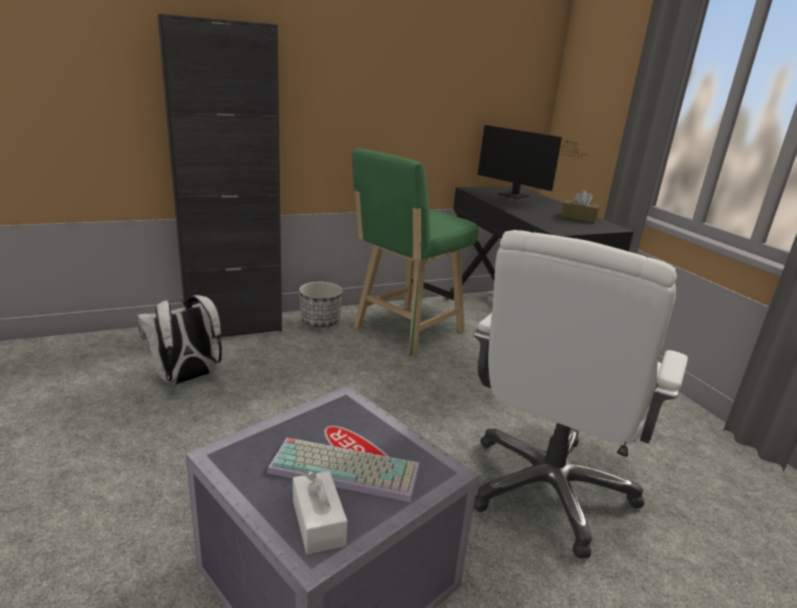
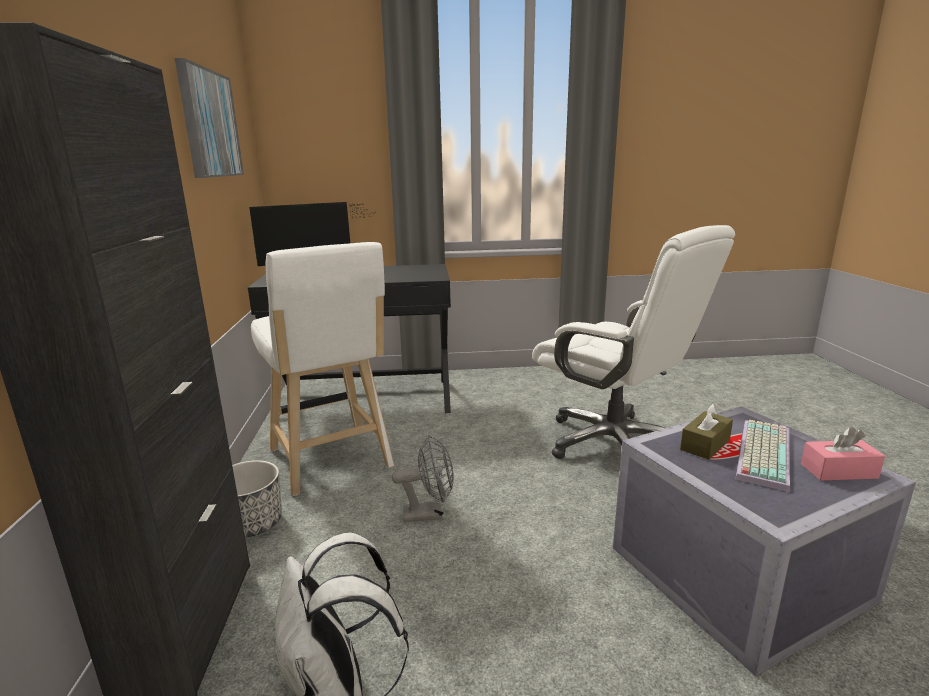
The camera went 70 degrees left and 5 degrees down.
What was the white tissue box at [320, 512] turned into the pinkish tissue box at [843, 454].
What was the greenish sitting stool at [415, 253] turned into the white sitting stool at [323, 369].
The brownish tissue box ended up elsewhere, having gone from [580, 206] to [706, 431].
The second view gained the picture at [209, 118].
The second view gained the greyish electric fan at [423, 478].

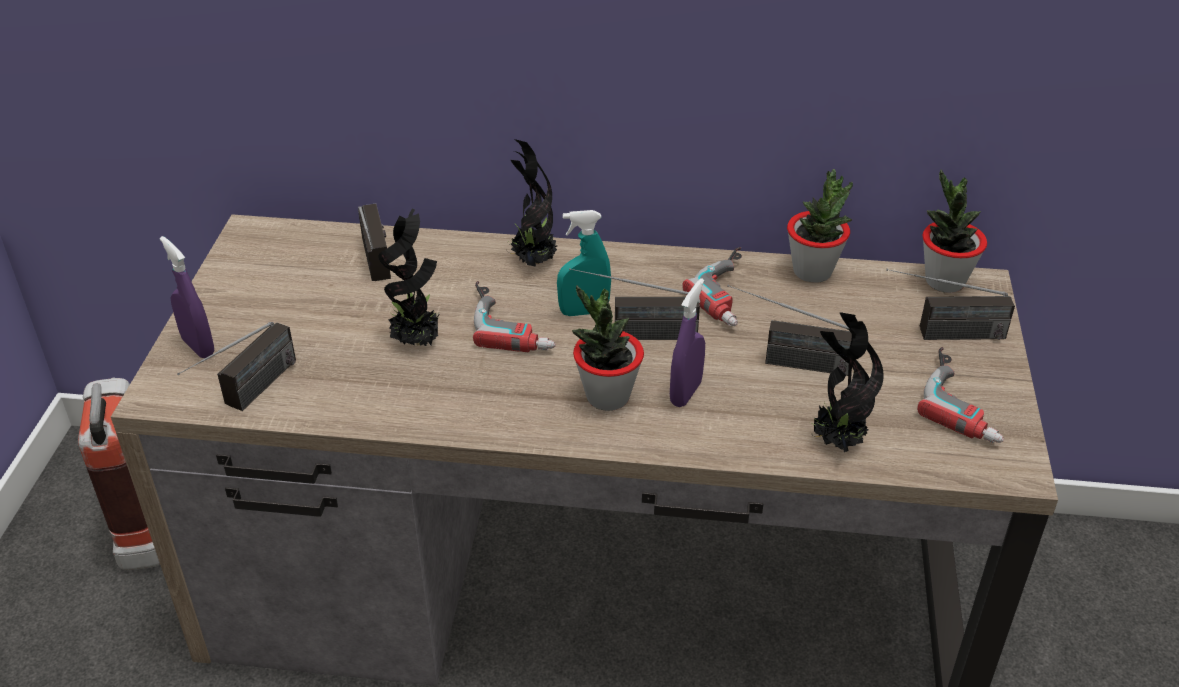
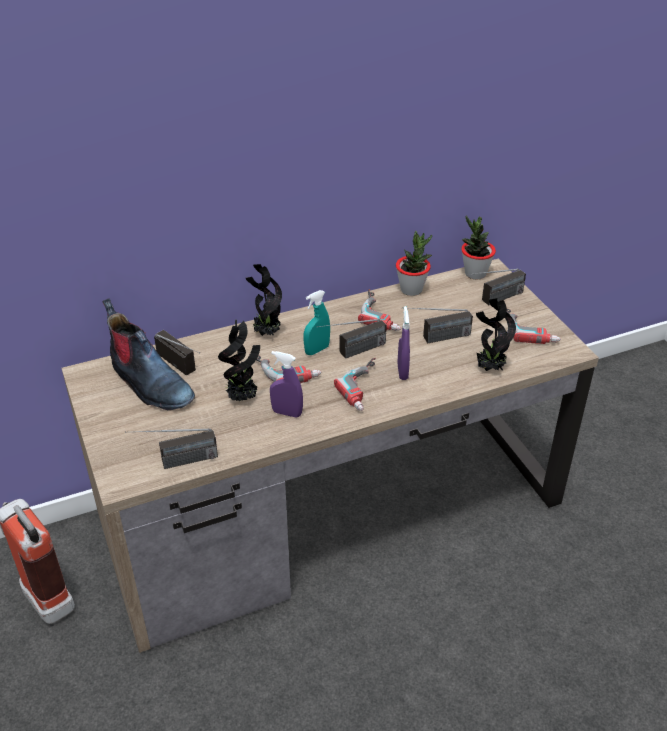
The camera went 30 degrees left and 0 degrees up.
The purple hand sprayer ended up elsewhere, having gone from [187, 297] to [286, 384].
The radio at [236, 366] ended up facing another way, 75 degrees clockwise from before.
Where the potted plant stood at [608, 348], the electric drill came to stand at [355, 384].
The second view gained the tall boot at [149, 354].

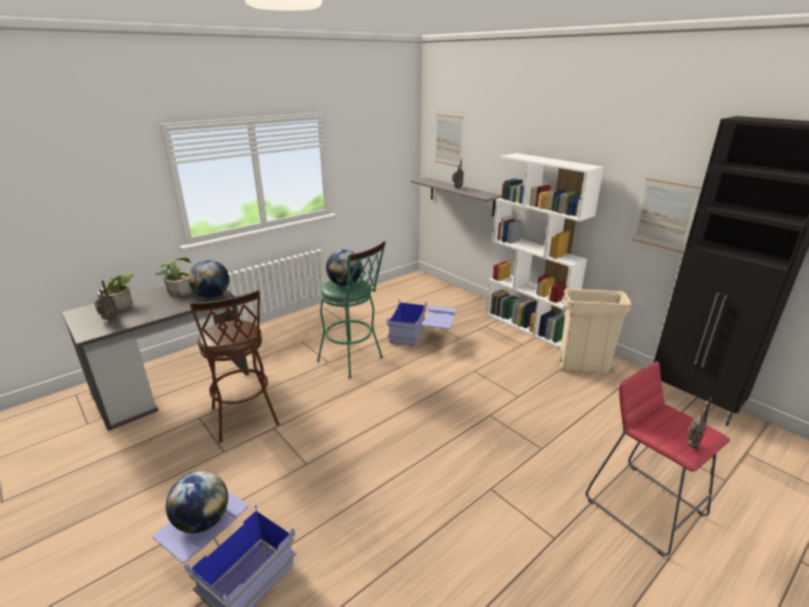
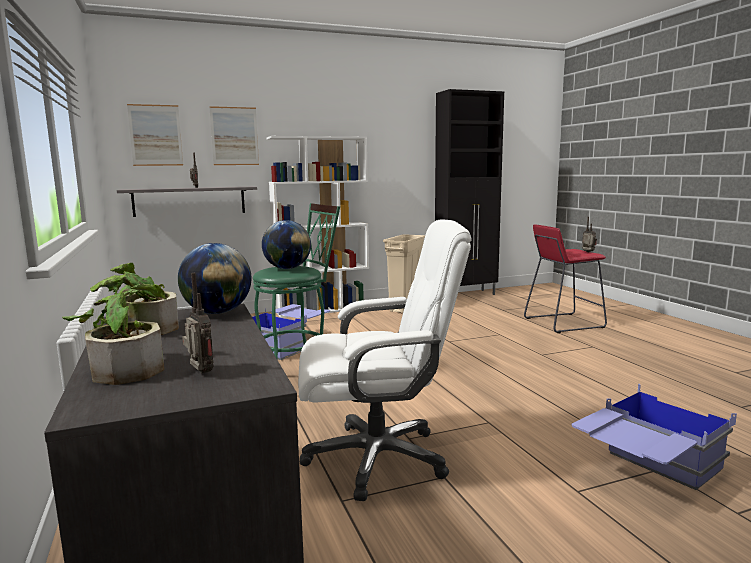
The camera went 70 degrees left and 15 degrees down.
The second view lost the globe at [197, 502].
Where the brownish sitting stool stood at [234, 366], the white office chair came to stand at [384, 360].
The picture ended up elsewhere, having gone from [666, 215] to [234, 135].

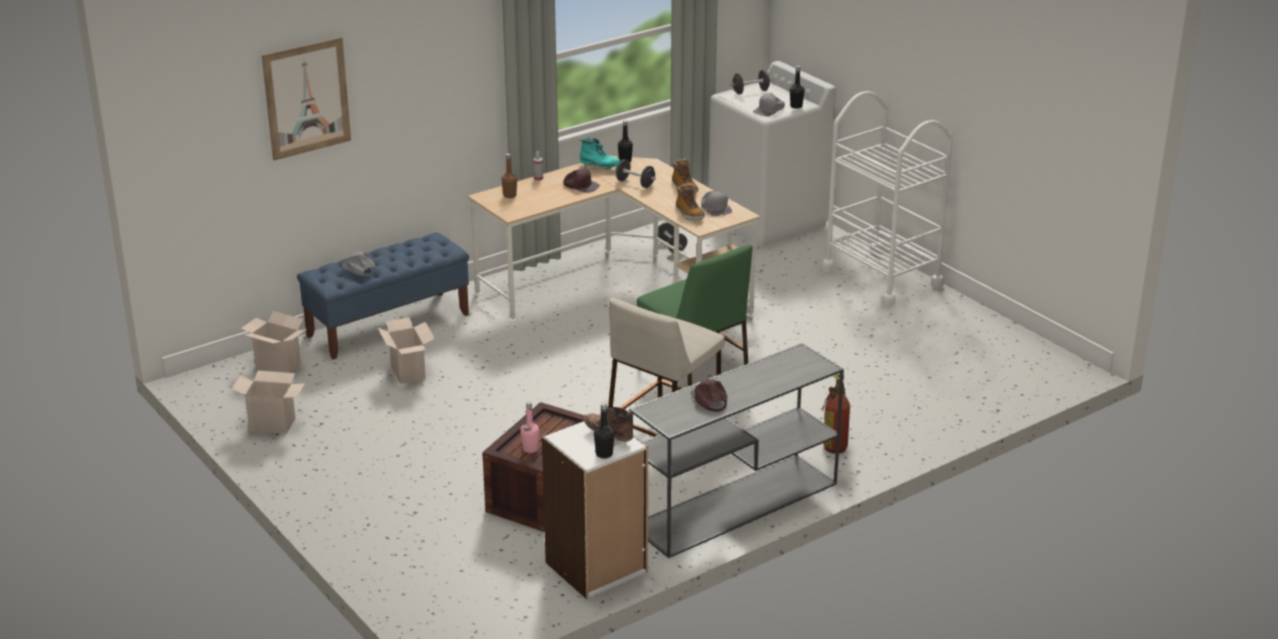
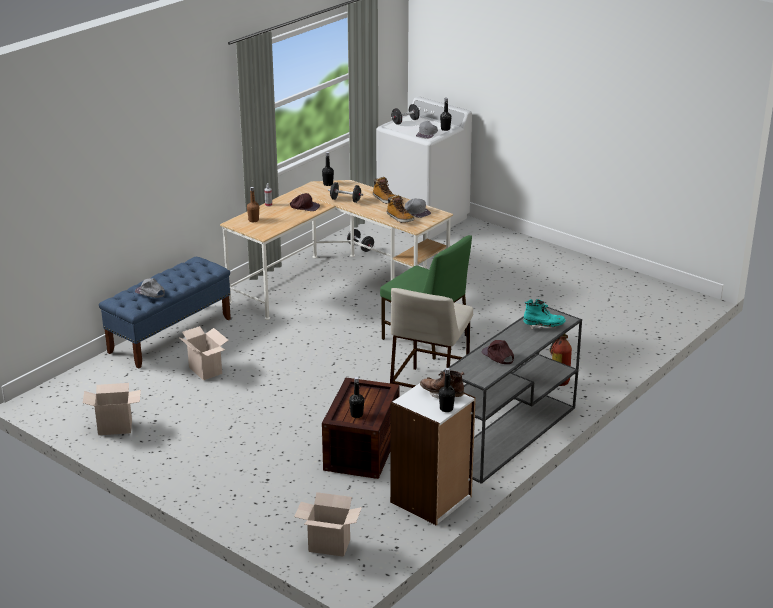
The camera went 15 degrees left and 0 degrees up.
The carton ended up elsewhere, having gone from [274, 342] to [328, 524].
The second view lost the picture at [306, 99].
What was the pinkish bottle at [529, 427] turned into the blackish bottle at [356, 397].
The turquoise-coloured tall boot ended up elsewhere, having gone from [600, 154] to [545, 314].
The second view lost the white trolley at [887, 199].

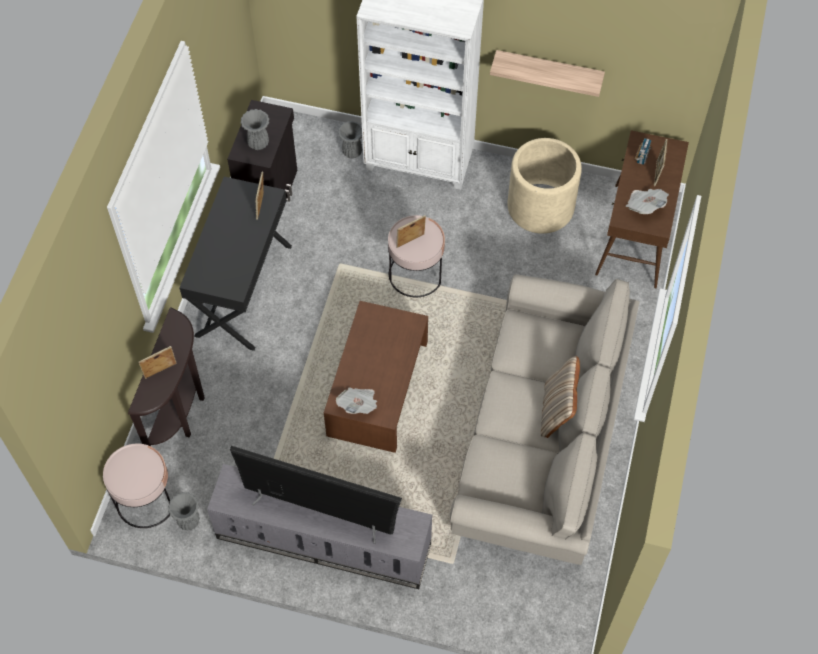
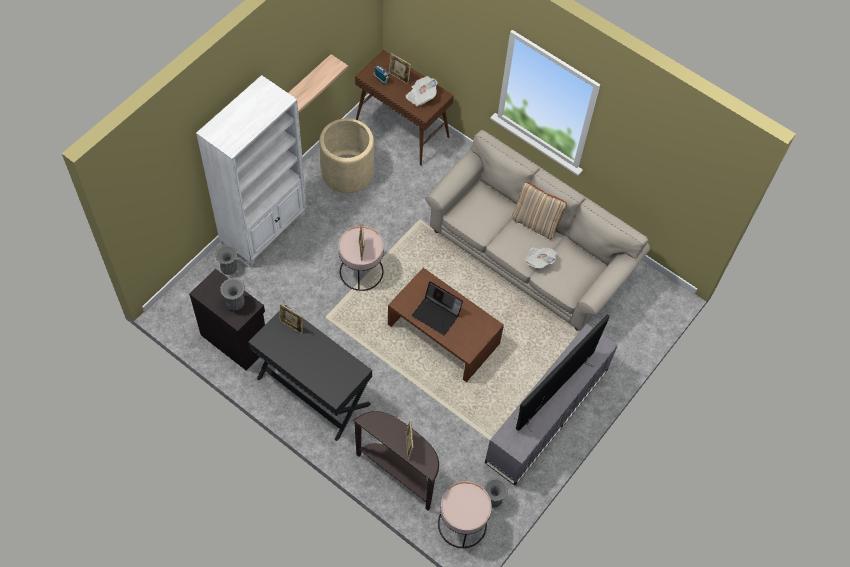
The camera went 70 degrees left and 0 degrees up.
The newspaper ended up elsewhere, having gone from [356, 401] to [540, 257].
The second view gained the laptop at [437, 308].

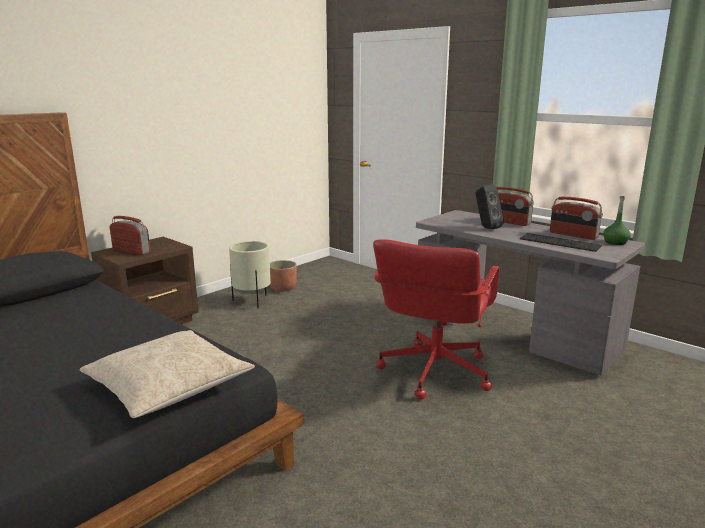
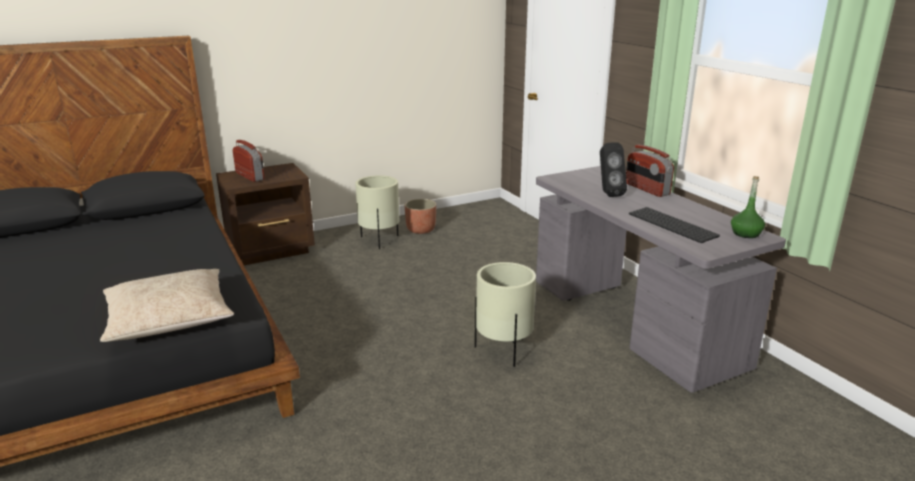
The camera went 20 degrees right and 5 degrees up.
Where the red-coloured office chair stood at [436, 319], the beige-coloured planter came to stand at [505, 314].
The second view lost the radio at [576, 218].

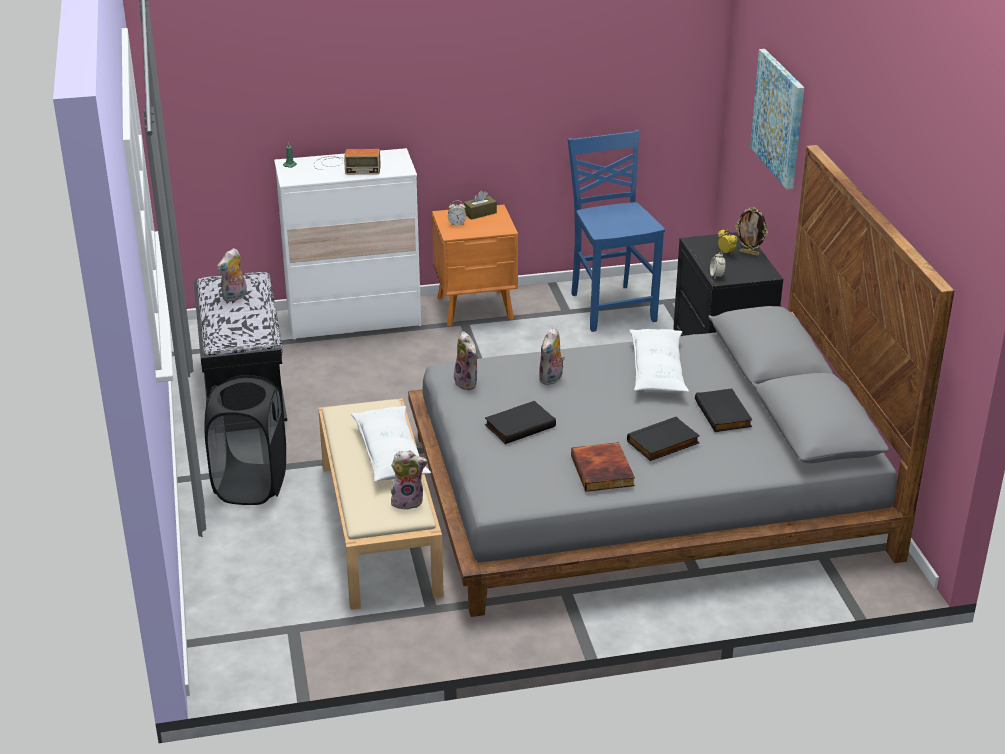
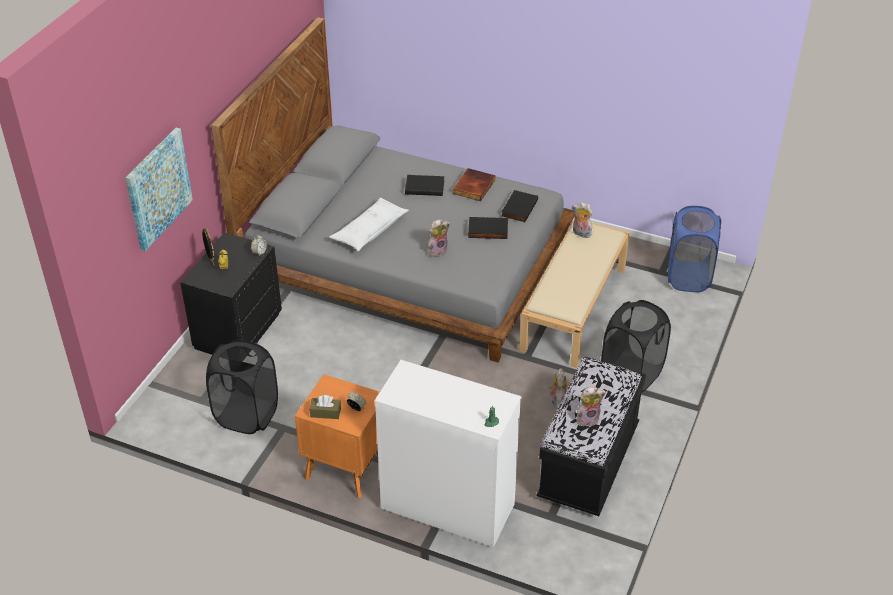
The camera went 145 degrees left and 10 degrees up.
The second view lost the radio at [347, 162].
The second view lost the white pillow at [391, 444].
The cuddly toy ended up elsewhere, having gone from [466, 360] to [558, 388].
Where the blue plain chair stood at [616, 231], the blackish washing basket came to stand at [242, 387].
The blackish book ended up elsewhere, having gone from [724, 410] to [519, 206].
The second view gained the blue washing basket at [694, 249].

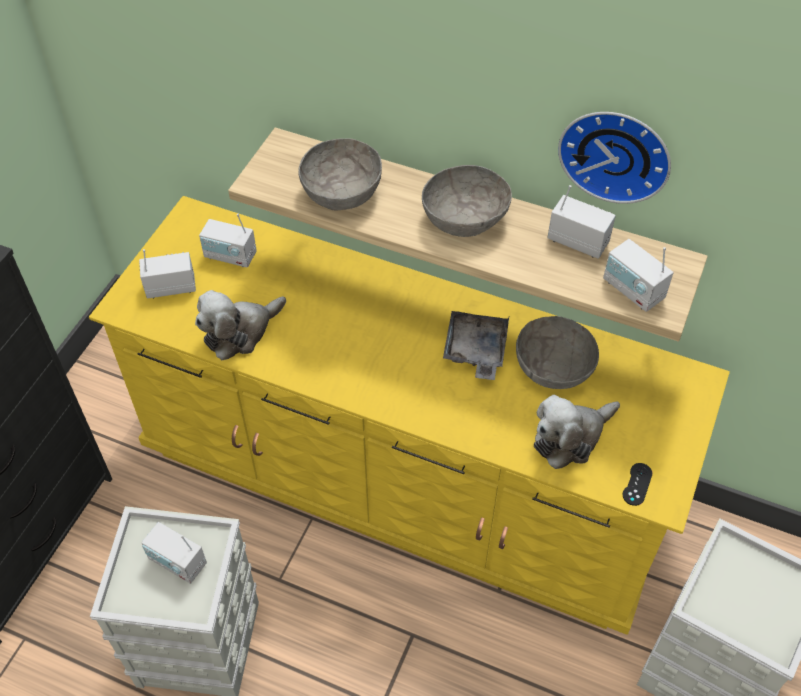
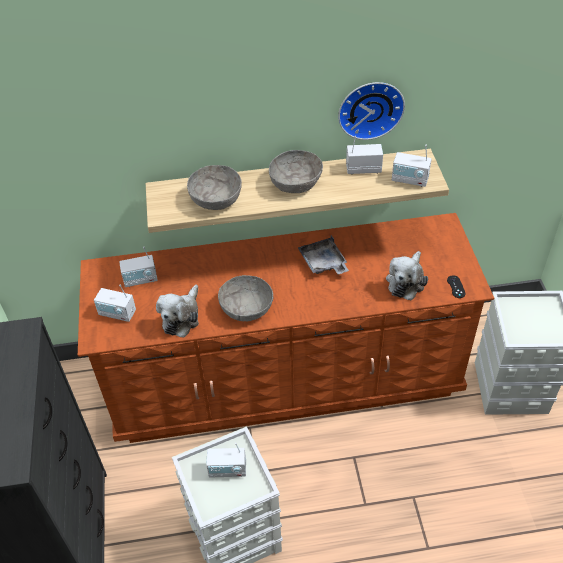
The camera went 30 degrees left and 5 degrees down.
What was the yellowish chest of drawers at [409, 415] turned into the brownish chest of drawers at [286, 328].
The radio at [167, 274] ended up facing another way, 120 degrees counterclockwise from before.
The greyish bowl ended up elsewhere, having gone from [557, 352] to [245, 298].

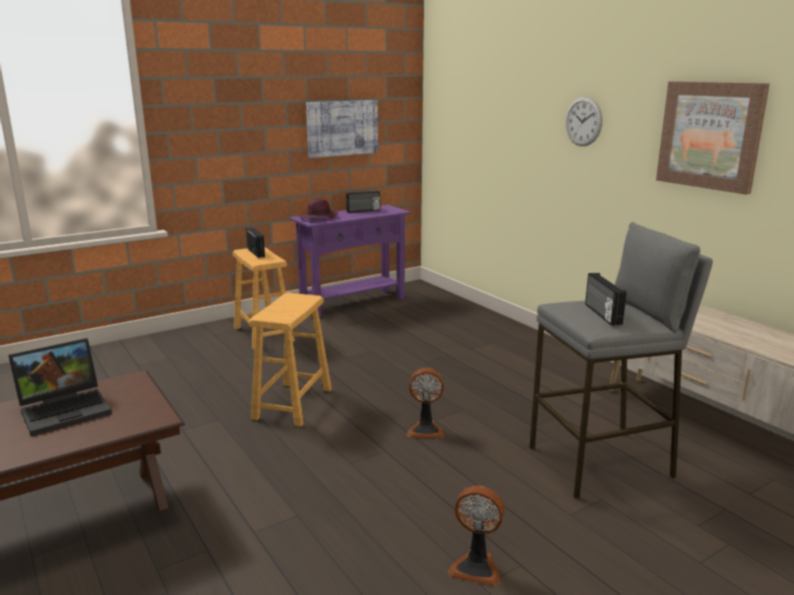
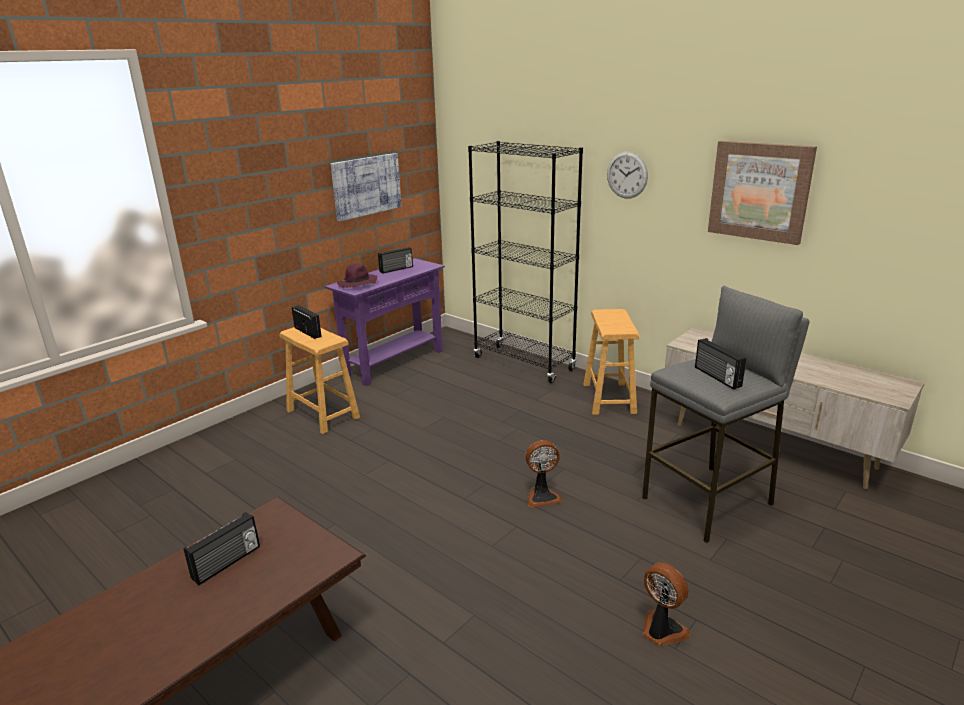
The camera went 15 degrees left and 5 degrees up.
Where the laptop stood at [60, 387], the radio came to stand at [222, 548].
The brownish sitting stool ended up elsewhere, having gone from [290, 360] to [611, 362].
The electric fan at [476, 536] ended up facing another way, 135 degrees counterclockwise from before.
The second view gained the blackish shelving unit at [525, 262].

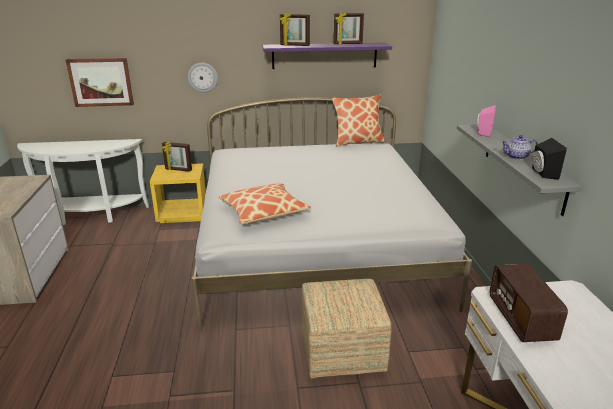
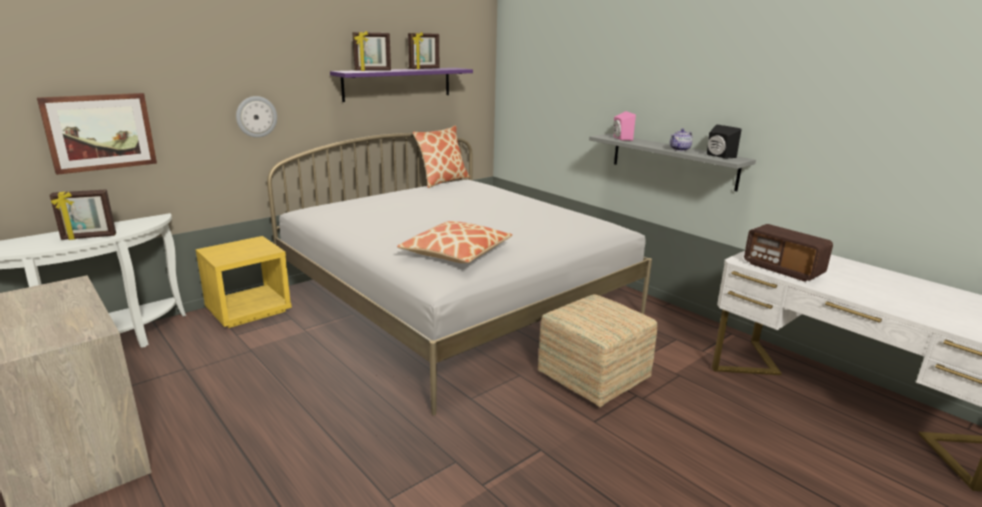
The camera went 35 degrees left and 5 degrees down.
The standing frame ended up elsewhere, having gone from [177, 157] to [83, 215].

